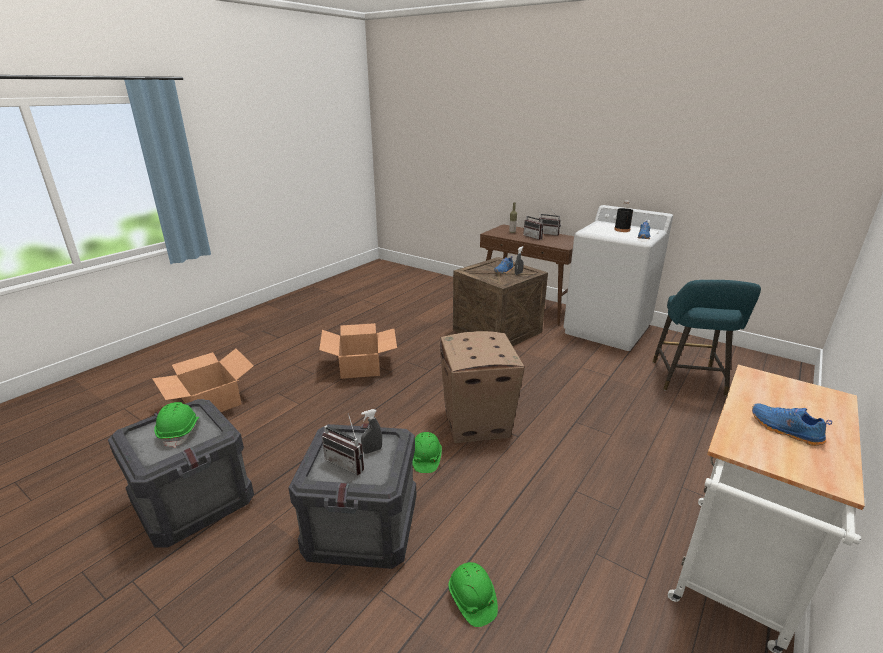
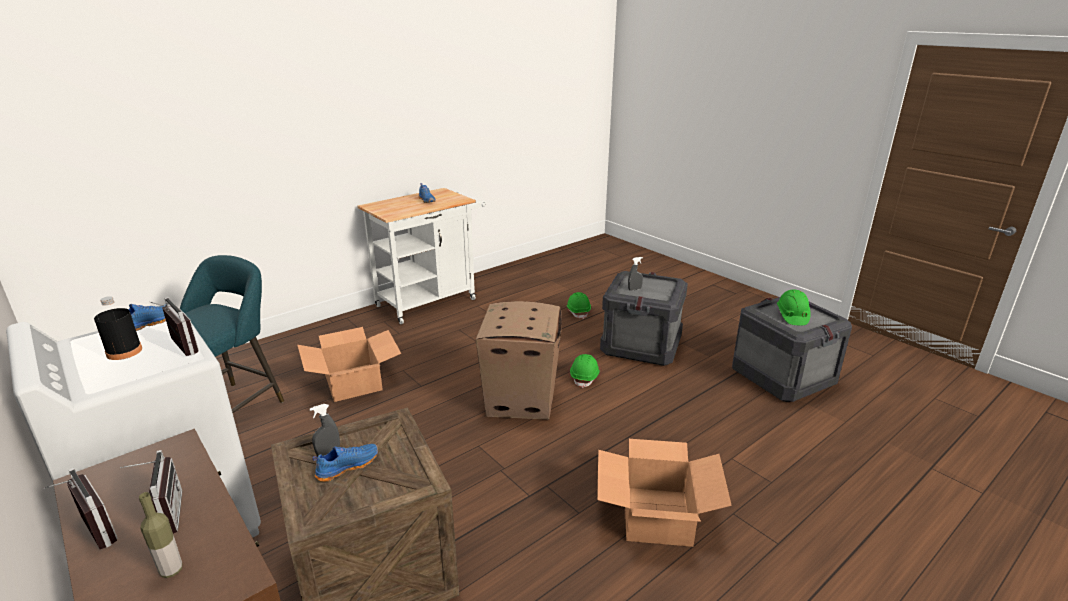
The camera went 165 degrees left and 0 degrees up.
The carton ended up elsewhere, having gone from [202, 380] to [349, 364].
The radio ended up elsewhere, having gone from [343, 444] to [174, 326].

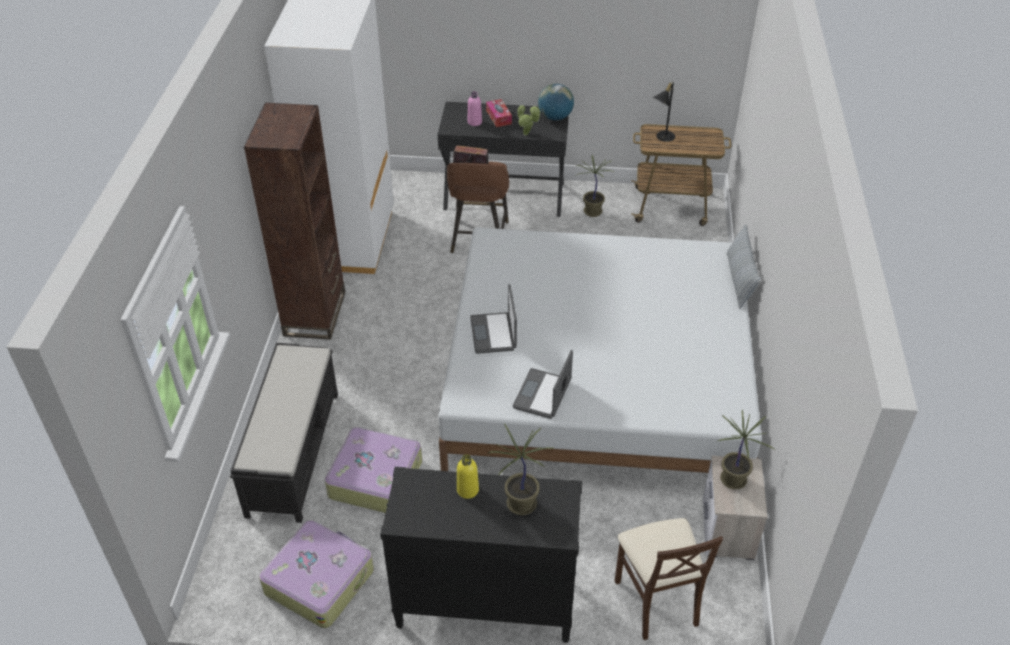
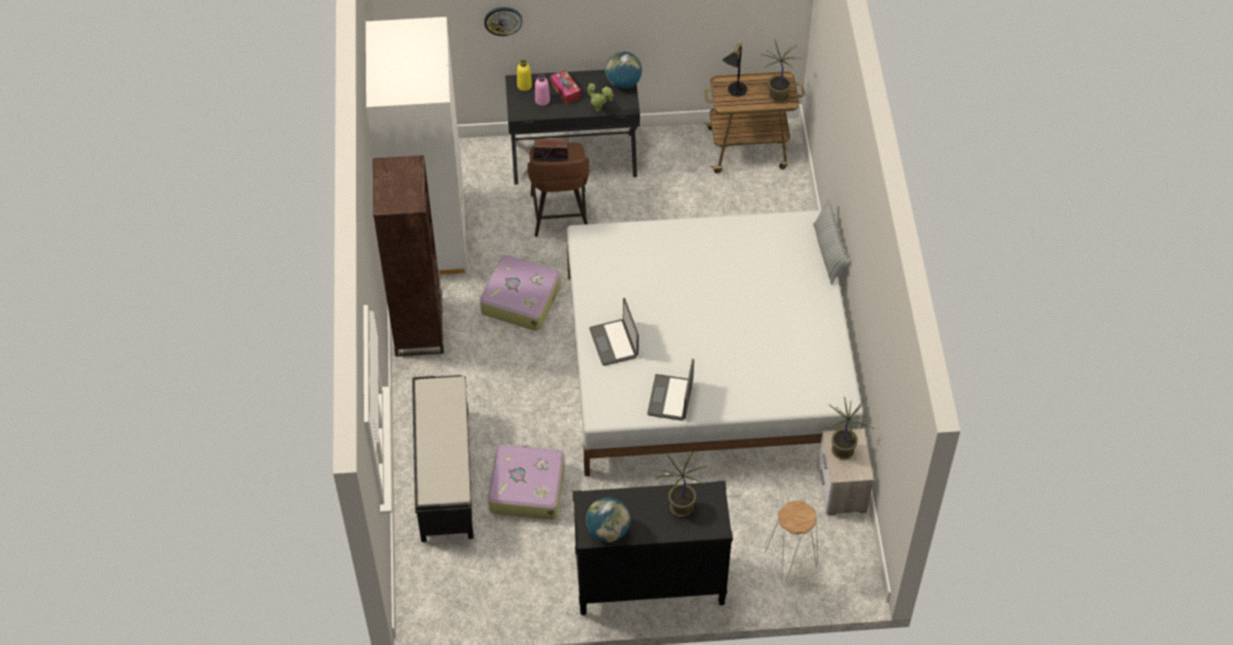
The camera went 10 degrees left and 10 degrees up.
The travel case ended up elsewhere, having gone from [316, 574] to [520, 293].
The yellowish bottle ended up elsewhere, having gone from [468, 476] to [524, 75].
The potted plant ended up elsewhere, having gone from [595, 185] to [781, 71].
Where the beige-coloured plain chair stood at [669, 579], the white sitting stool came to stand at [791, 541].
The second view gained the wall clock at [503, 21].
The second view gained the globe at [608, 519].

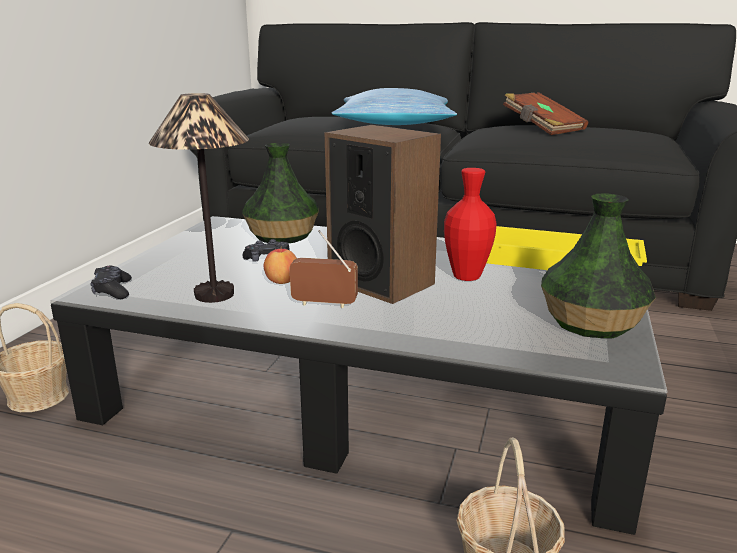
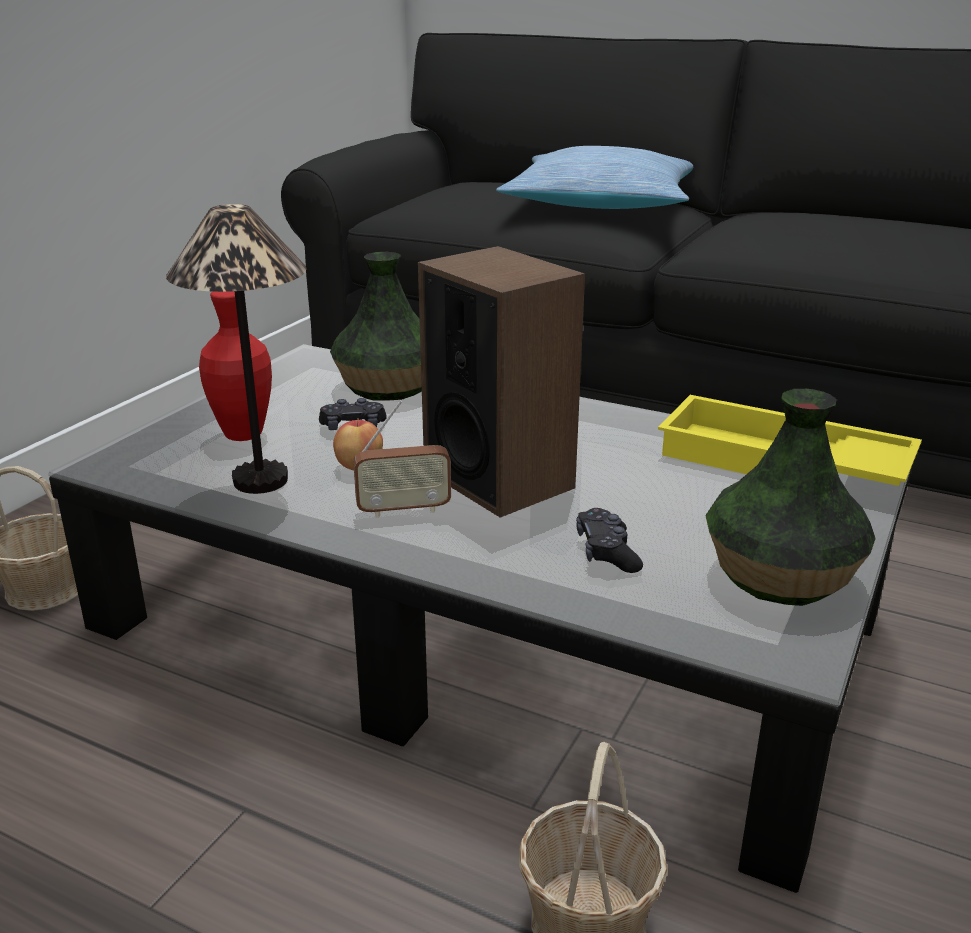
The camera went 10 degrees right and 5 degrees up.
The blackish game controller ended up elsewhere, having gone from [111, 282] to [609, 540].
The radio at [323, 269] ended up facing another way, 150 degrees clockwise from before.
The red-coloured vase ended up elsewhere, having gone from [470, 224] to [235, 366].
The second view lost the brownish book at [545, 113].

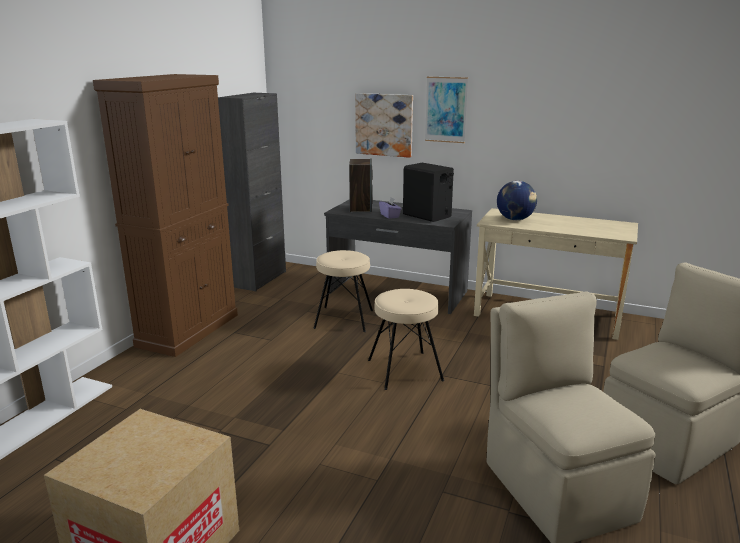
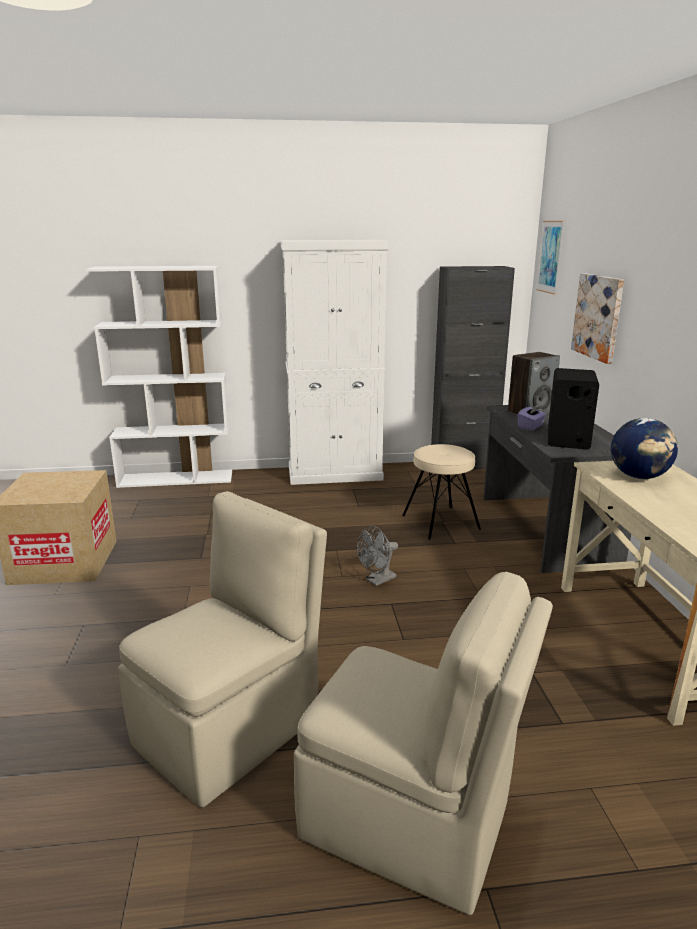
The camera went 60 degrees right and 0 degrees up.
What was the brownish storage cabinet at [165, 215] turned into the white storage cabinet at [335, 362].
Where the beige-coloured sitting stool stood at [406, 339], the greyish electric fan came to stand at [377, 556].
The picture ended up elsewhere, having gone from [446, 110] to [550, 258].

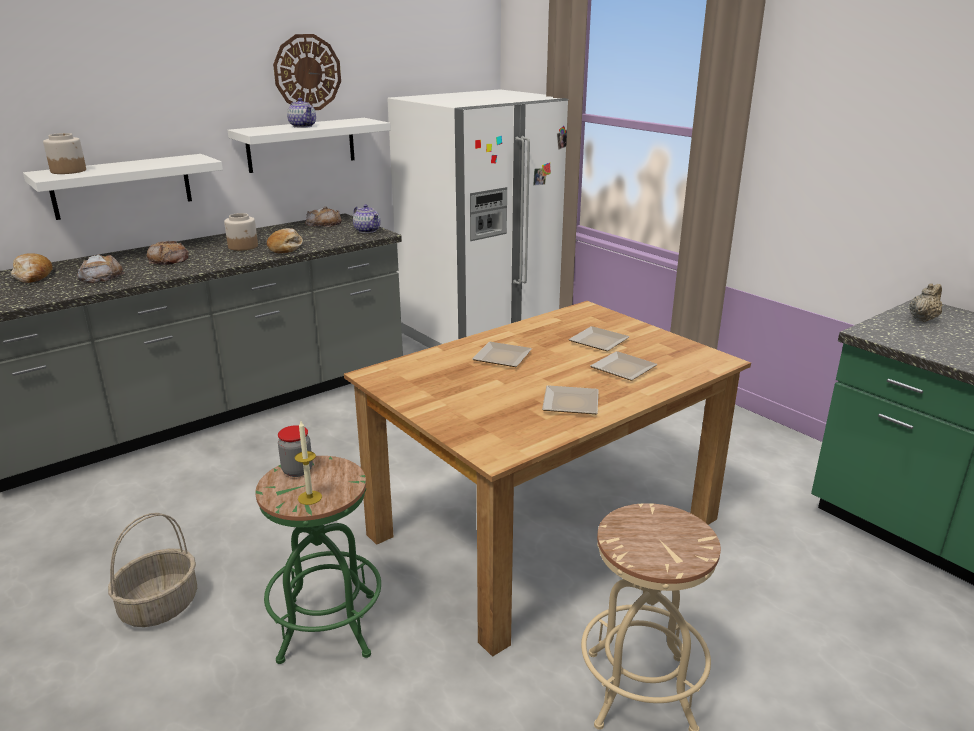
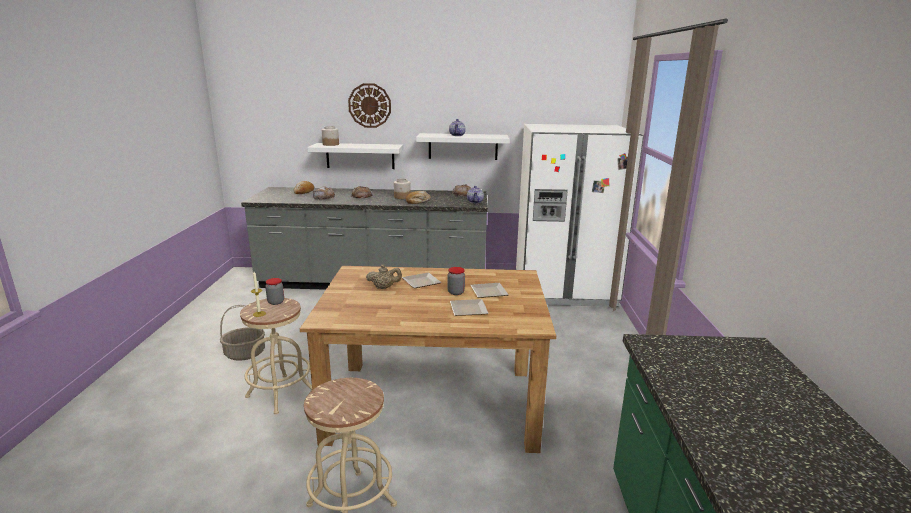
The camera went 40 degrees right and 5 degrees down.
What was the greenish sitting stool at [318, 560] turned into the beige-coloured sitting stool at [276, 356].
The wall clock ended up elsewhere, having gone from [307, 72] to [369, 105].
The second view lost the plate at [570, 399].
The beige-coloured pot for tea ended up elsewhere, having gone from [926, 302] to [384, 277].
The second view gained the storage jar at [456, 281].

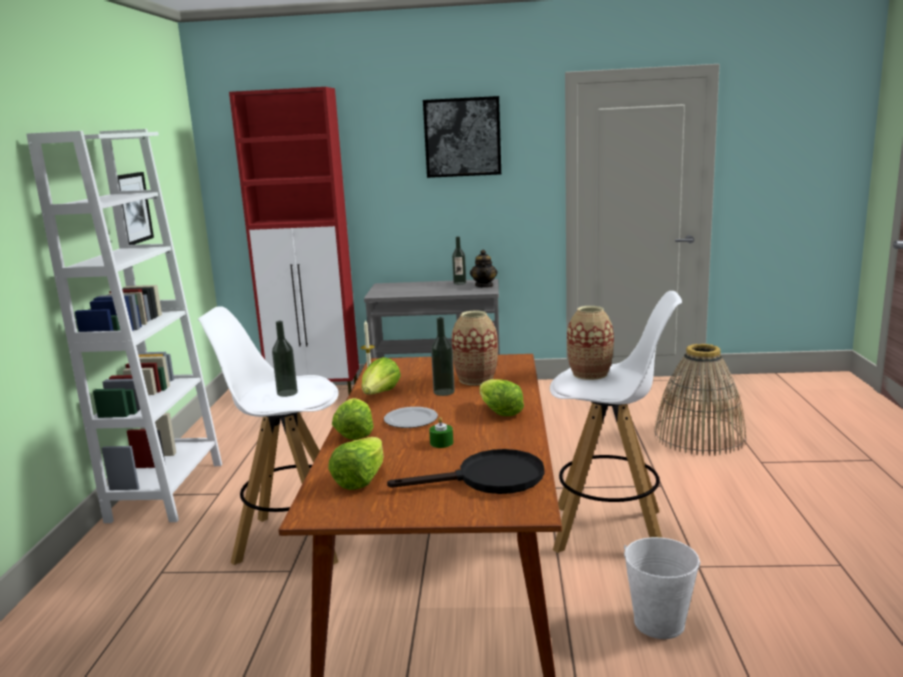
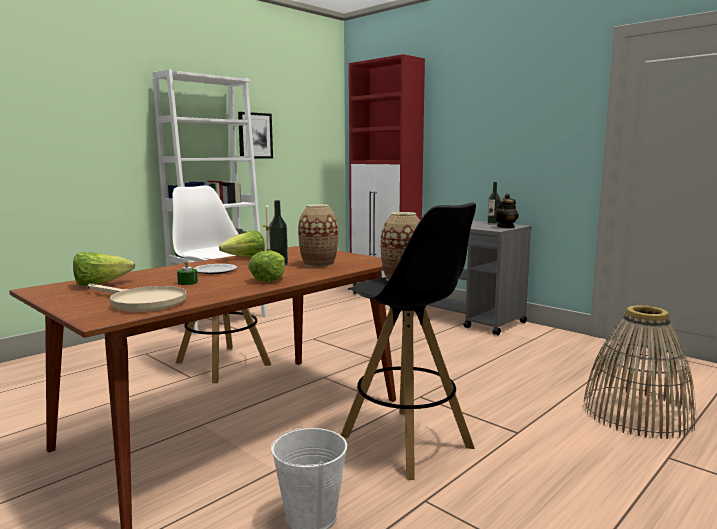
The camera went 40 degrees right and 5 degrees down.
The second view lost the bottle at [285, 359].
The second view lost the lettuce at [353, 419].
What was the blackish frying pan at [465, 471] turned into the beige-coloured frying pan at [137, 298].
The second view lost the picture at [462, 137].
What was the white sitting stool at [616, 422] turned into the blackish sitting stool at [408, 341].

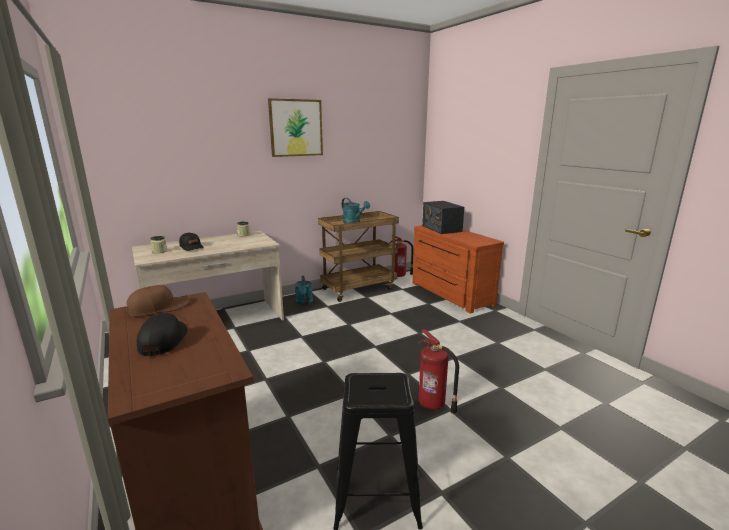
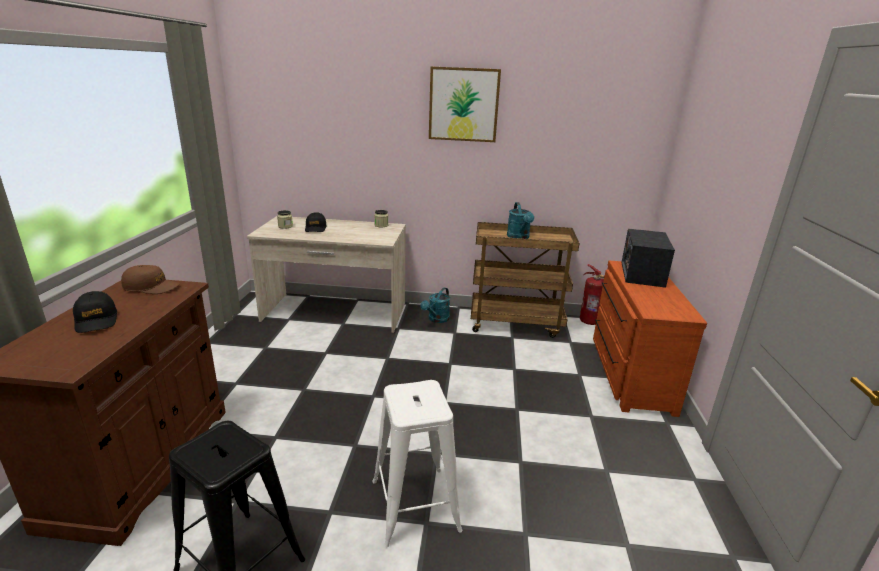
The camera went 35 degrees right and 5 degrees up.
The blackish peaked cap at [162, 334] ended up facing another way, 120 degrees clockwise from before.
Where the fire-fighting cylinder stood at [438, 371], the white sitting stool came to stand at [417, 464].

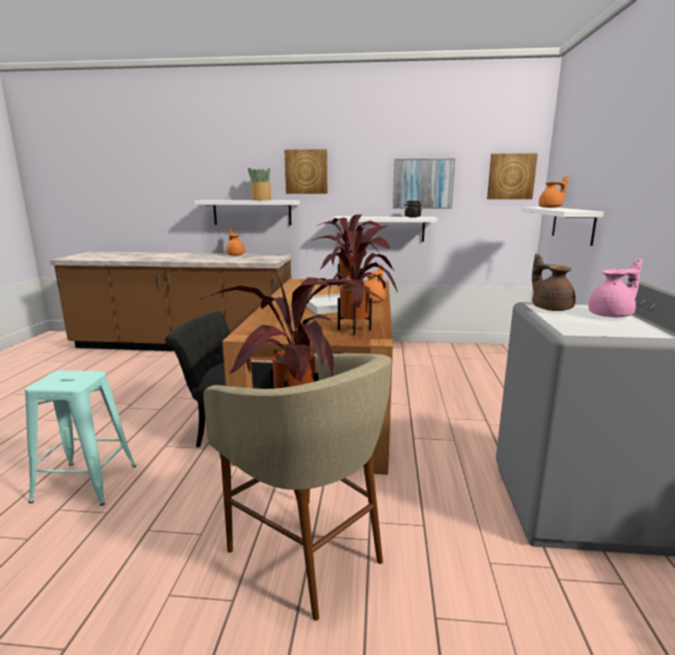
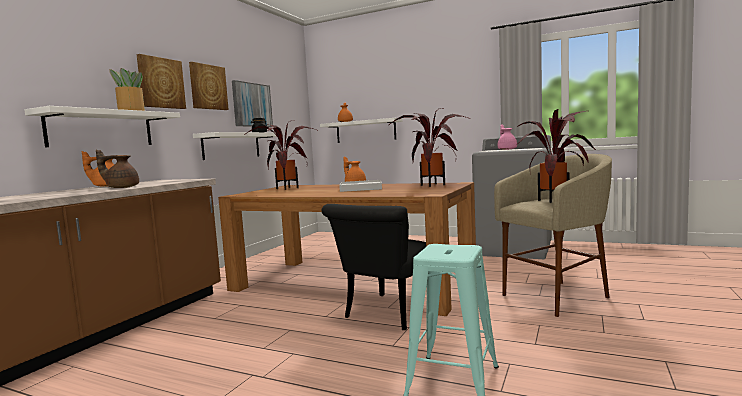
The camera went 70 degrees left and 10 degrees down.
The picture ended up elsewhere, having gone from [512, 176] to [209, 86].
The brownish pot for tea ended up elsewhere, having gone from [554, 282] to [117, 168].

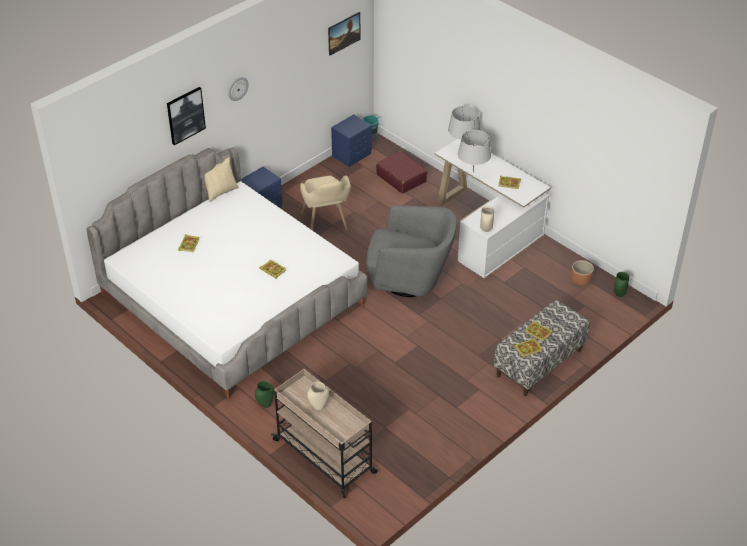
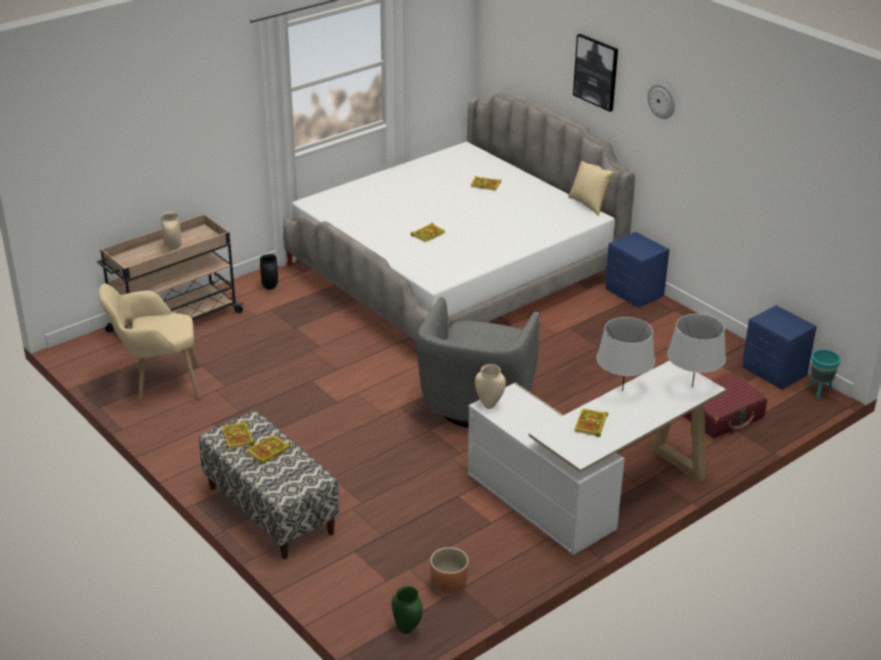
The camera went 95 degrees right and 10 degrees down.
What was the greenish vase at [264, 394] turned into the blackish vase at [269, 272].
The beige-coloured easy chair ended up elsewhere, having gone from [325, 203] to [149, 344].
The second view lost the picture at [344, 34].

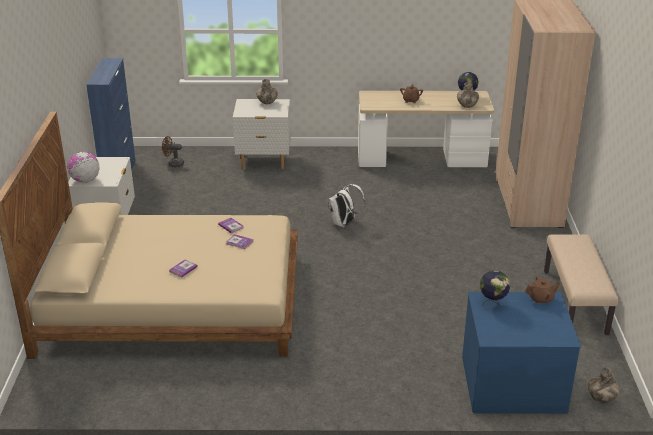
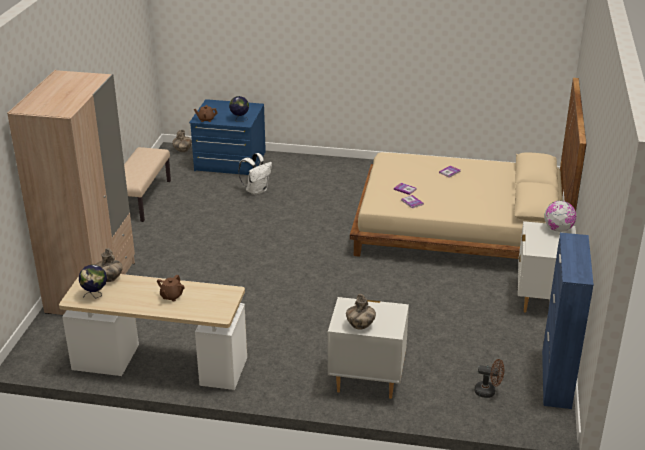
The camera went 170 degrees left and 0 degrees up.
The white backpack ended up elsewhere, having gone from [346, 205] to [255, 174].

